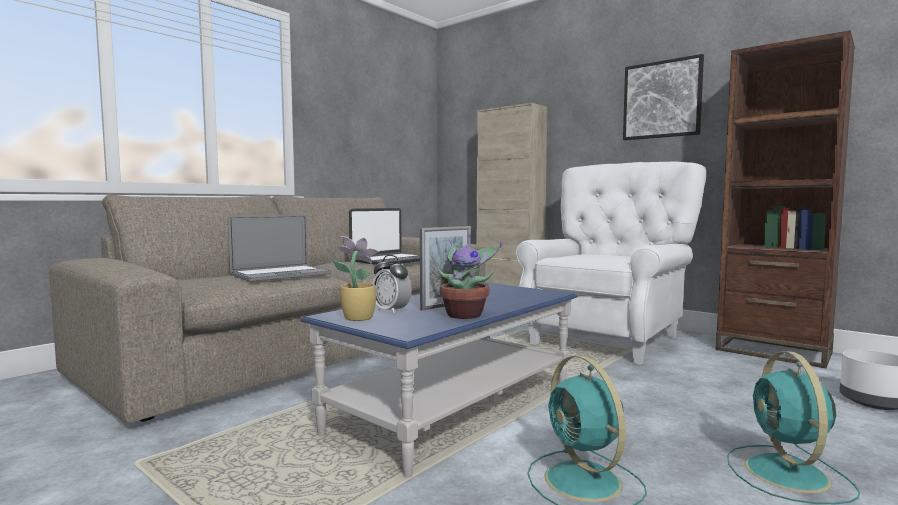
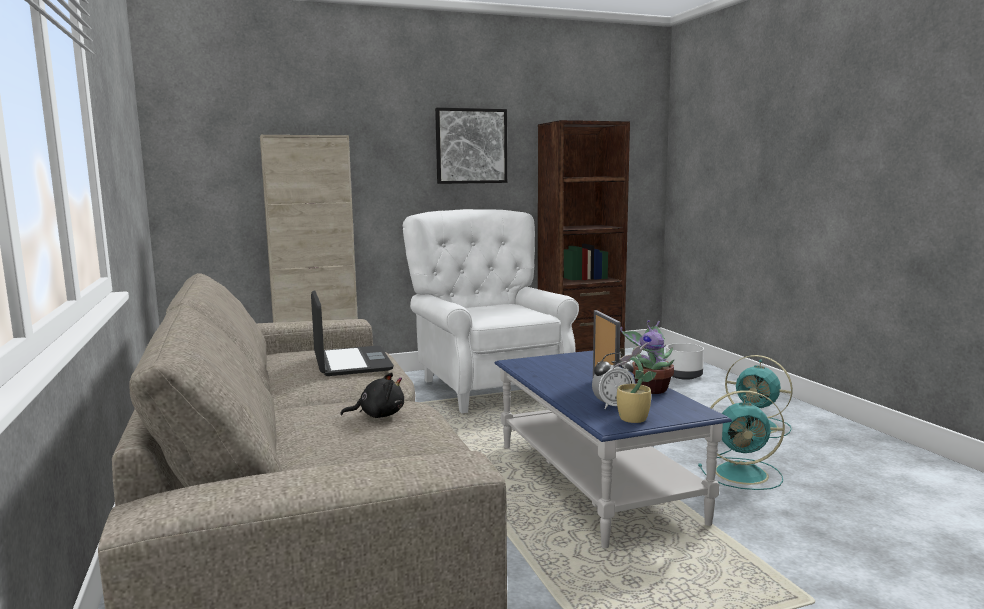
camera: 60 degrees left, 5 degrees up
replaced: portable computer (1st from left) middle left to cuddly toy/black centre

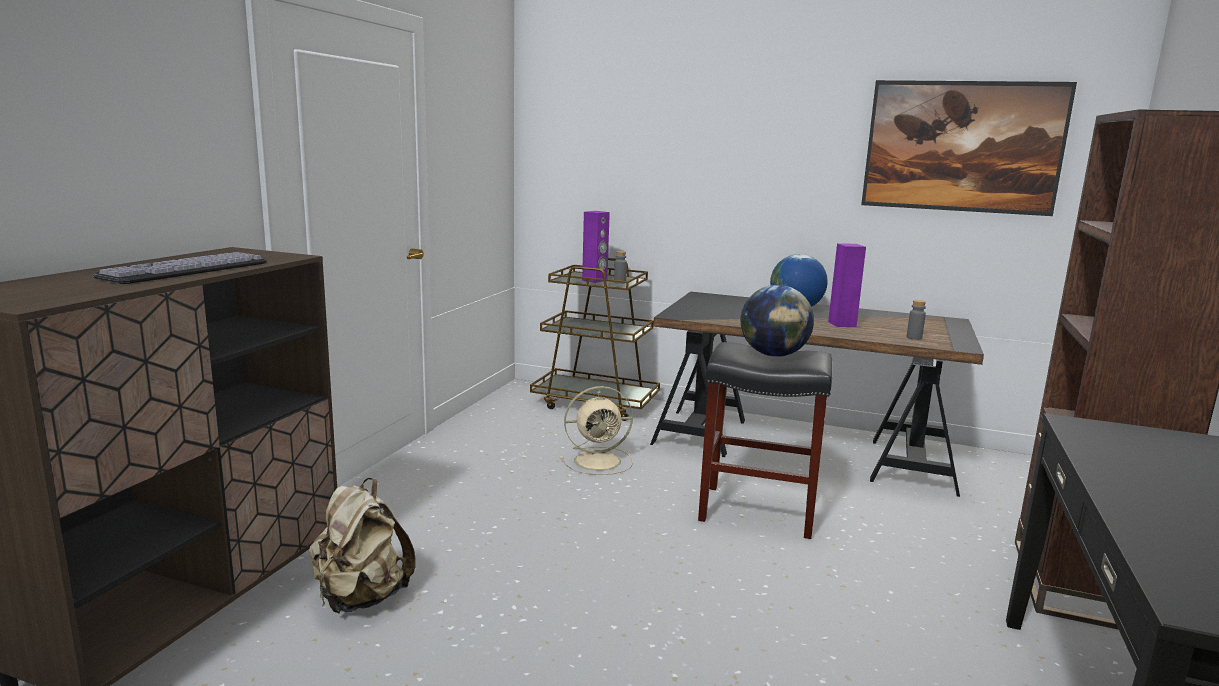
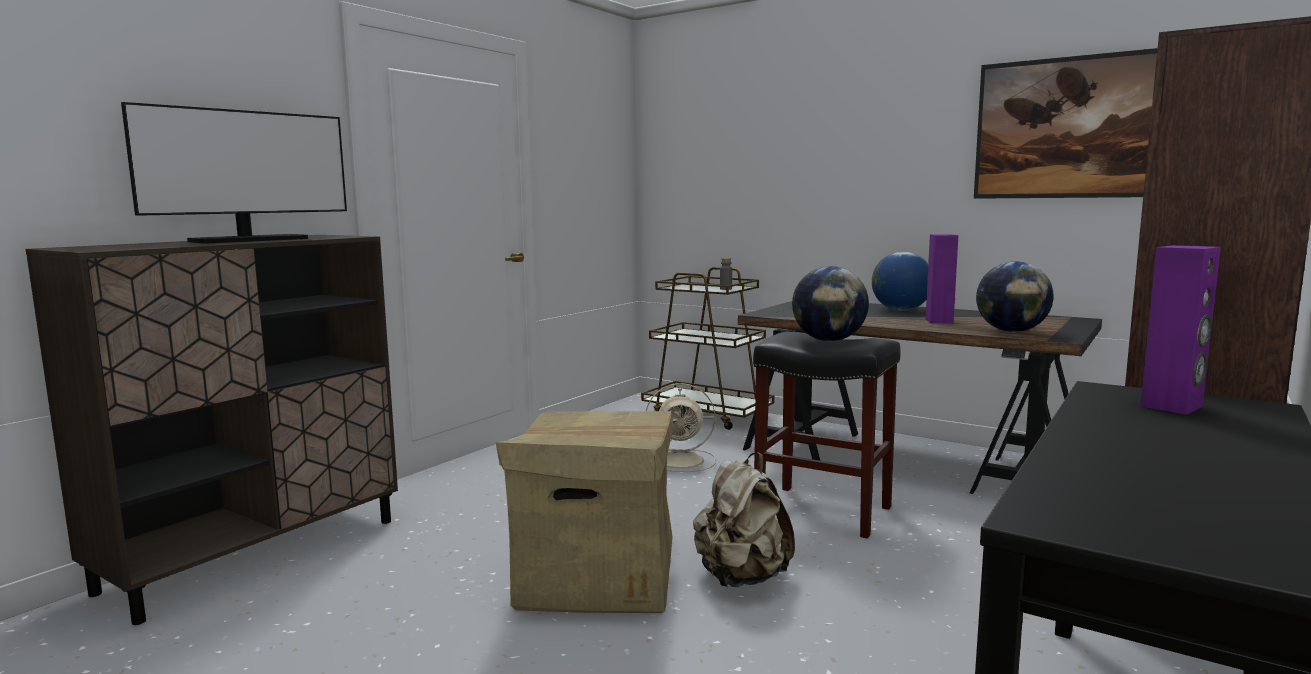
camera: 15 degrees right, 5 degrees down
added: cardboard box bottom centre
moved: rucksack/beige-coloured bottom left to bottom centre; speaker/purple-coloured (1st from left in the first image) centre to speaker/purple-coloured (2nd from left) middle right
replaced: keyboard middle left to computer display top left; drink bottle/grey (2nd from left) middle right to world globe (3rd from left) middle right

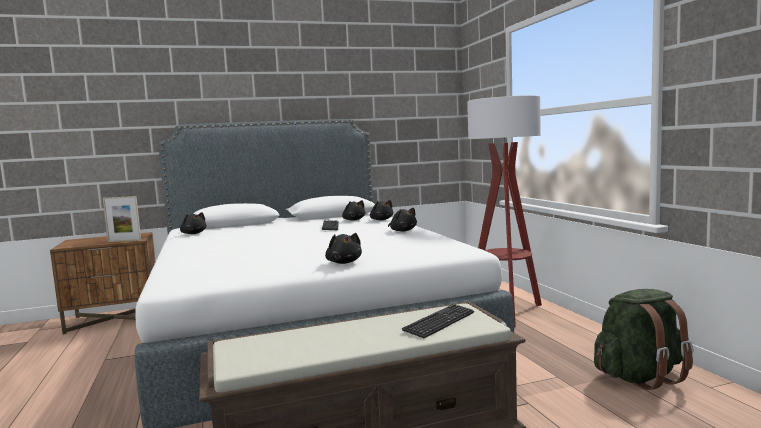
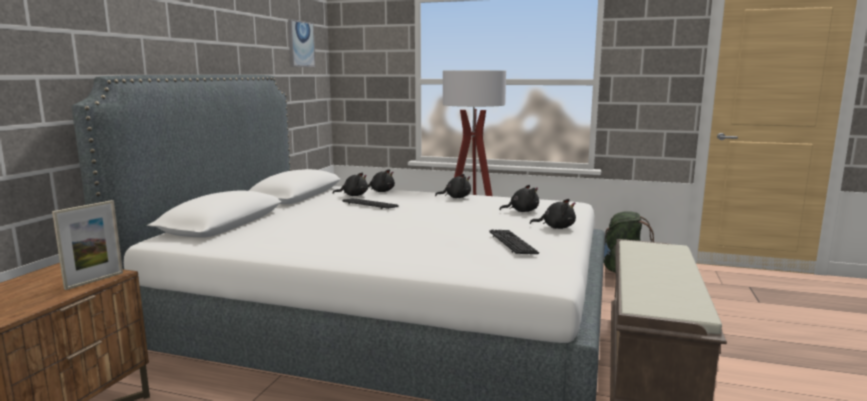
camera: 55 degrees left, 5 degrees up
added: picture top centre
moved: keyboard (2nd from left) bottom centre to centre; cuddly toy/black (1st from left in the first image) middle left to cuddly toy/black (4th from left) centre

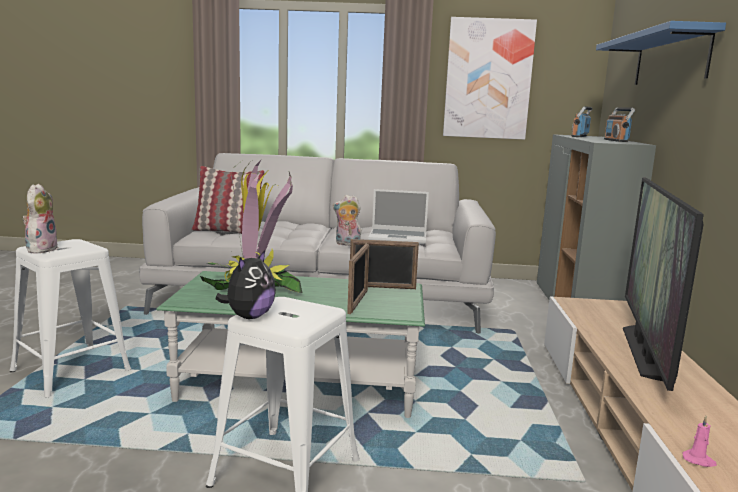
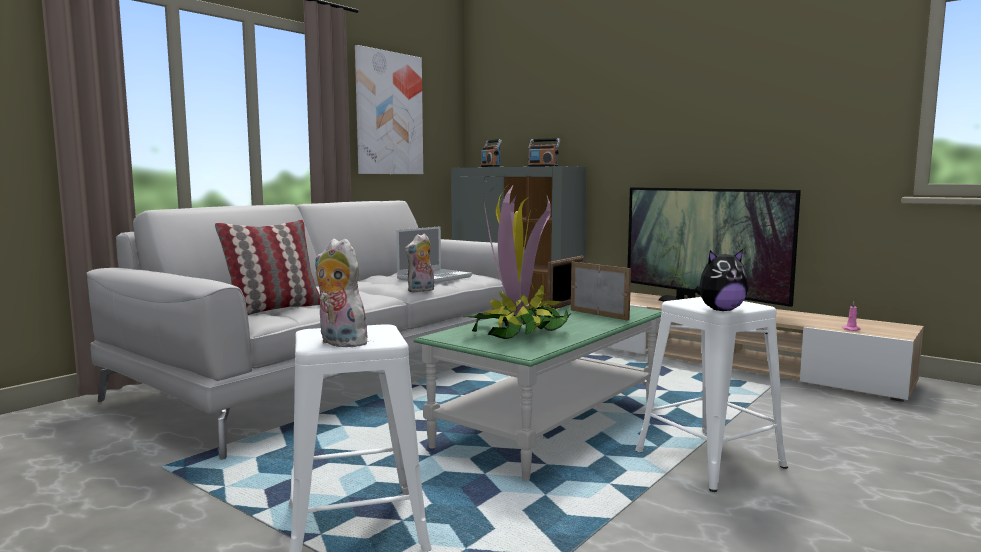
camera: 55 degrees left, 5 degrees down
removed: wall shelf/bluish top right
turned: cuddly toy (2nd from left in the first image) middle left = middle right 105 degrees clockwise

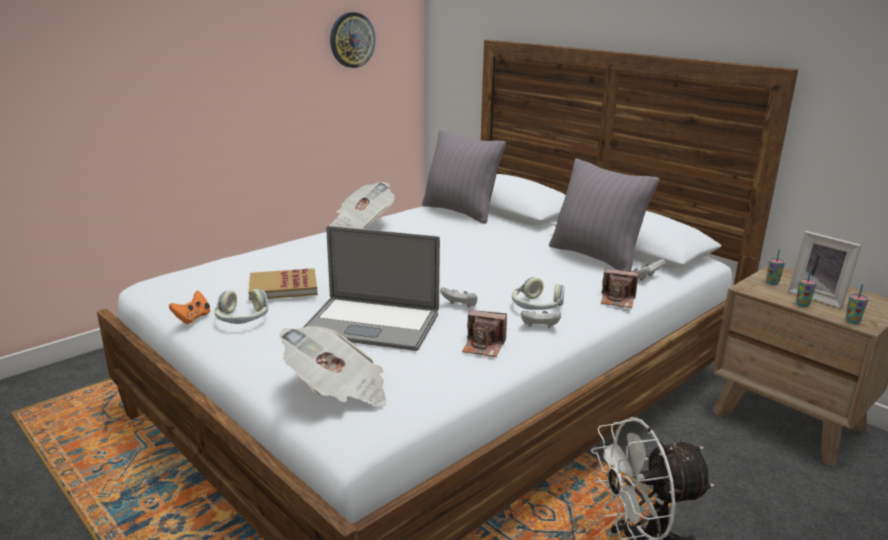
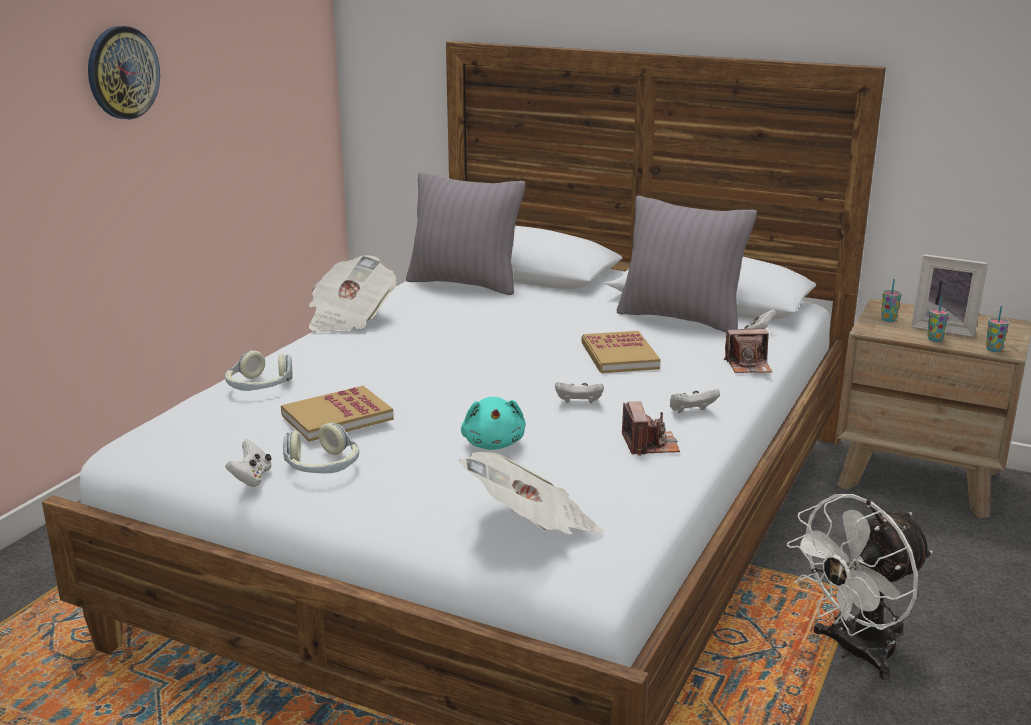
camera: 20 degrees left, 0 degrees up
added: bound book (2nd from left) centre
moved: hanging clock top centre to top left; pair of headphones (2nd from left in the first image) centre to pair of headphones (1st from left) middle left
replaced: portable computer centre to cuddly toy/blue-green centre
recoloured: game controller/orange middle left to game controller/white-coloured (1st from left) middle left
turned: still camera (1st from left) centre = centre 90 degrees counterclockwise

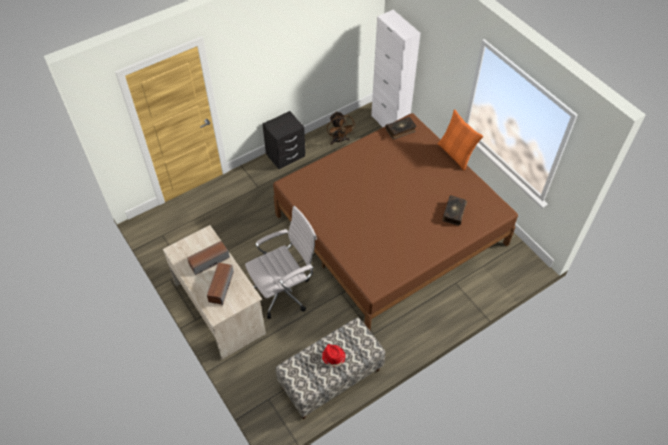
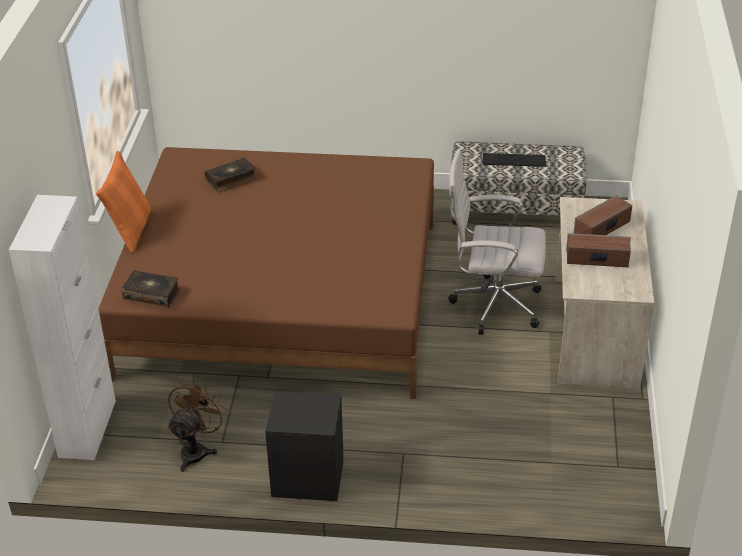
camera: 140 degrees left, 15 degrees down
replaced: hat/red bottom centre to keyboard top right

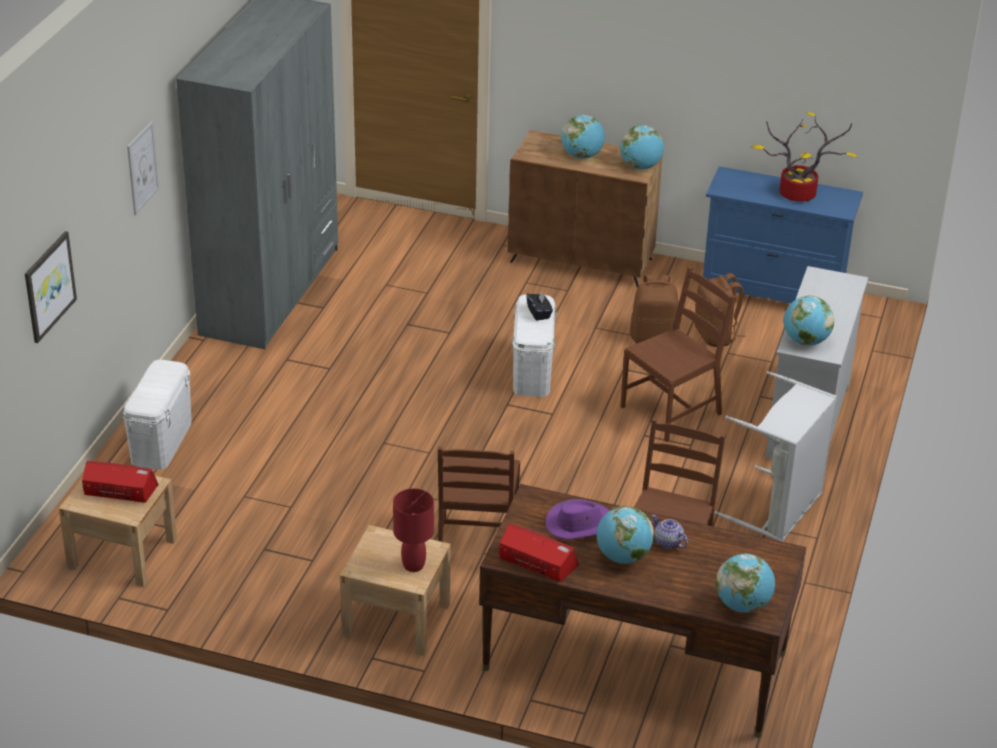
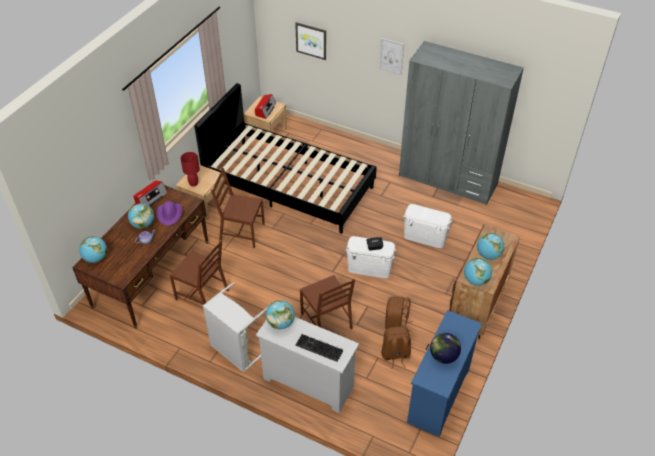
camera: 100 degrees right, 10 degrees up
added: bed/black centre; keyboard bottom centre
moved: storage bin/white-coloured (1st from left in the first image) middle left to storage bin/white-coloured (2nd from left) centre
replaced: potted plant top right to world globe (4th from left) bottom right

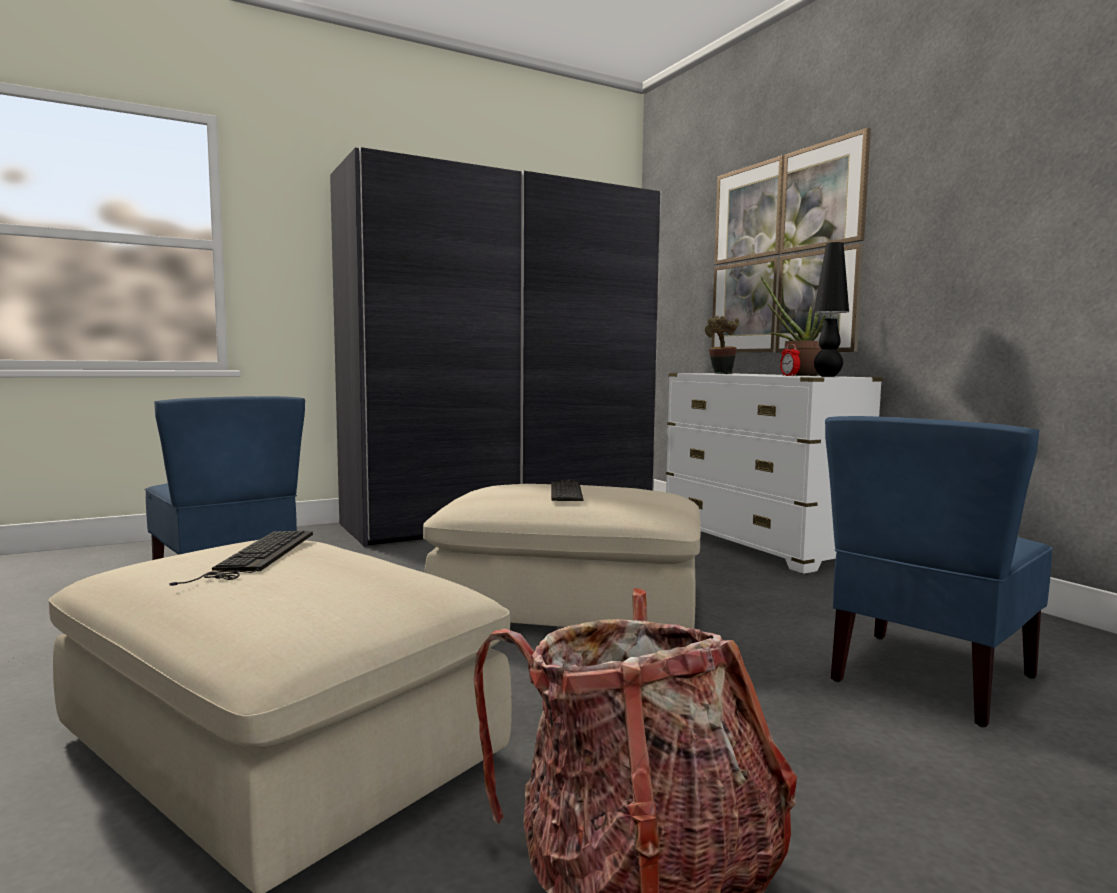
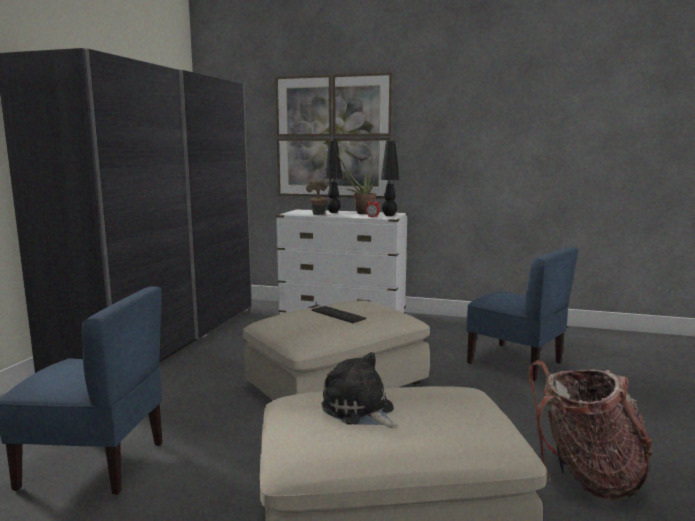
camera: 45 degrees left, 5 degrees up
added: lamp for a table/black (1st from left) centre
replaced: keyboard (1st from left) middle left to cuddly toy bottom centre
turned: chair/bluish (2nd from left) middle right = middle right 45 degrees counterclockwise

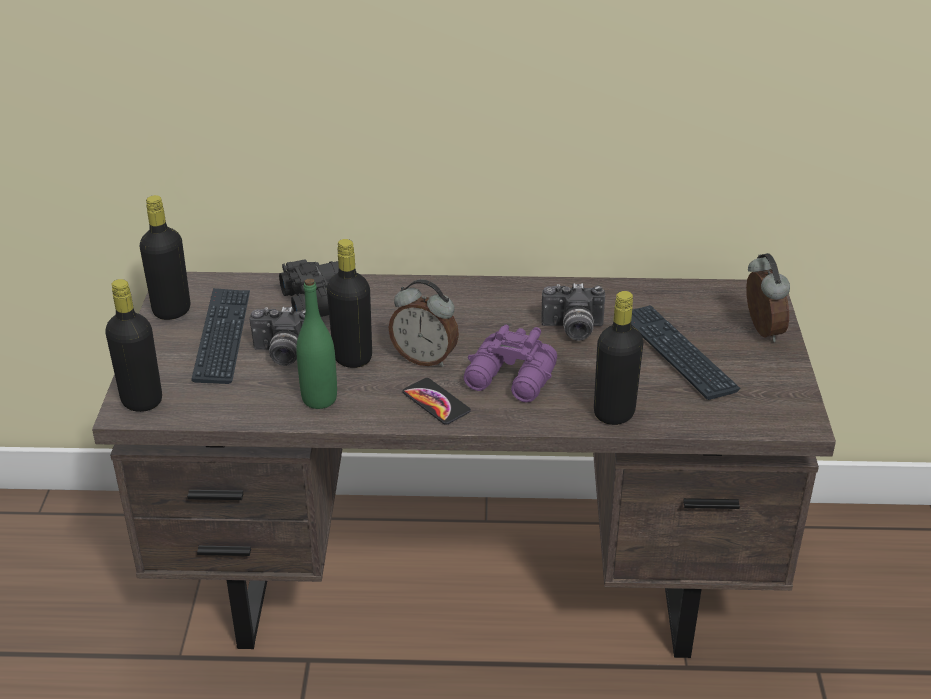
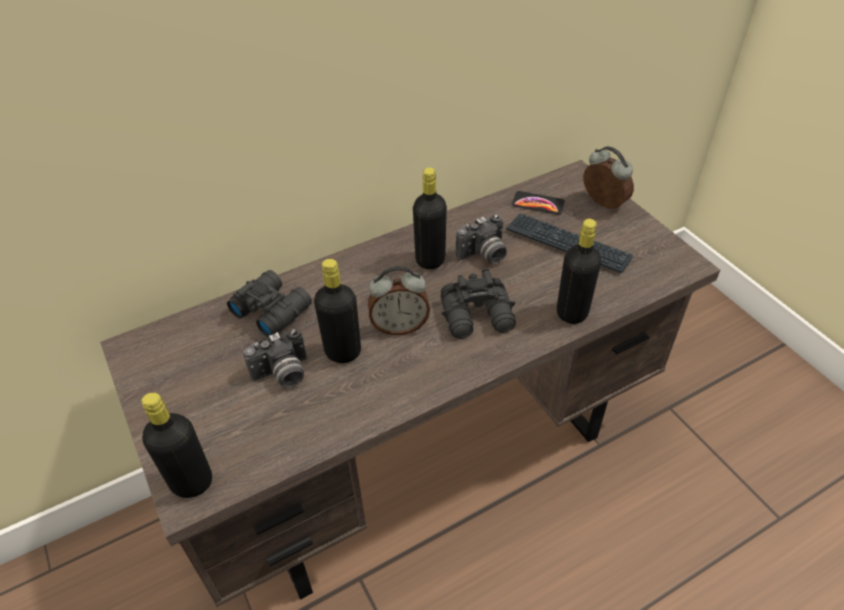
camera: 30 degrees left, 10 degrees up
removed: keyboard (1st from left) middle left; drink bottle/green centre
moved: drink bottle/black (2nd from left in the first image) middle left to drink bottle/black (3rd from left) centre; phone centre to top centre
recoloured: binoculars/purple-coloured centre to binoculars/black (2nd from left) centre

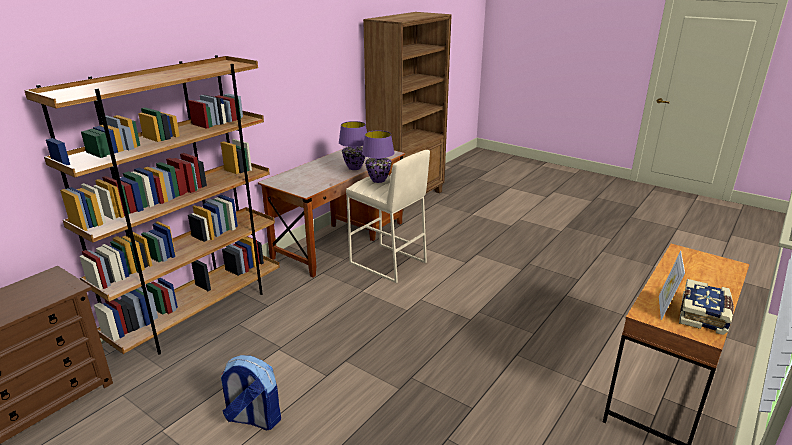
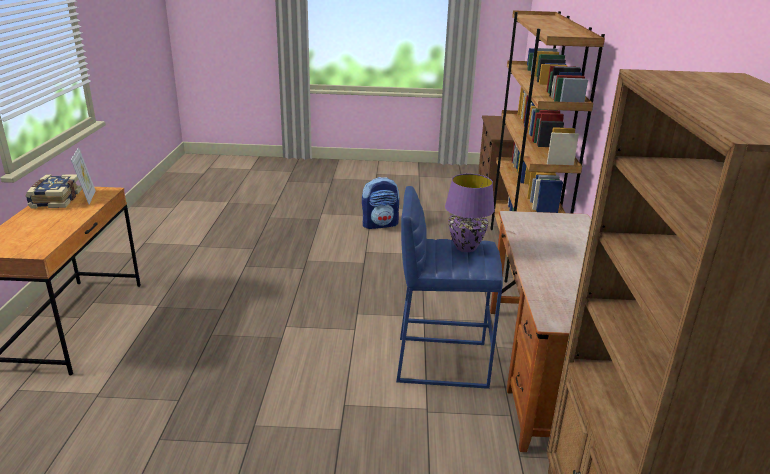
camera: 145 degrees right, 0 degrees up
removed: lamp for a table/purple-coloured (1st from left) top centre
recoloured: stool seat/beige-coloured centre to stool seat/bluish centre

